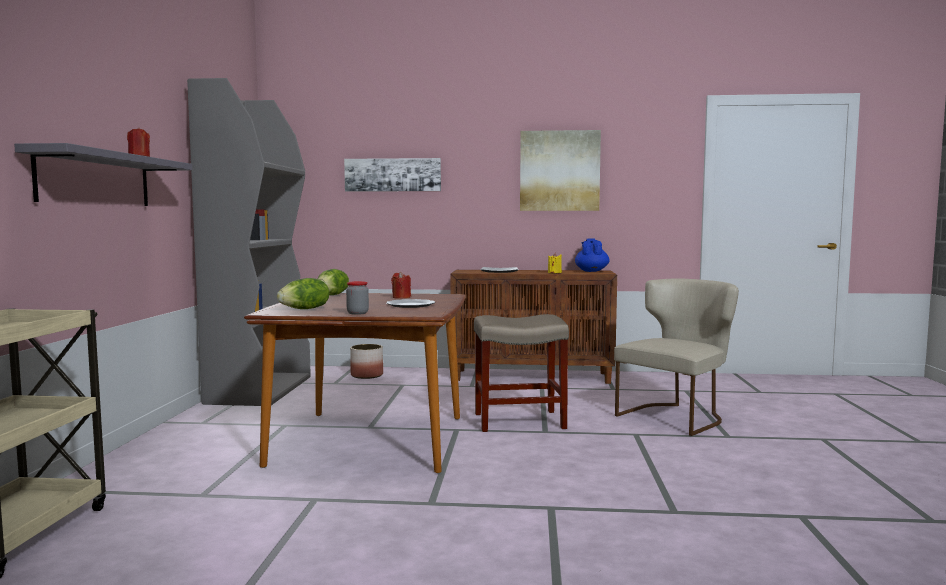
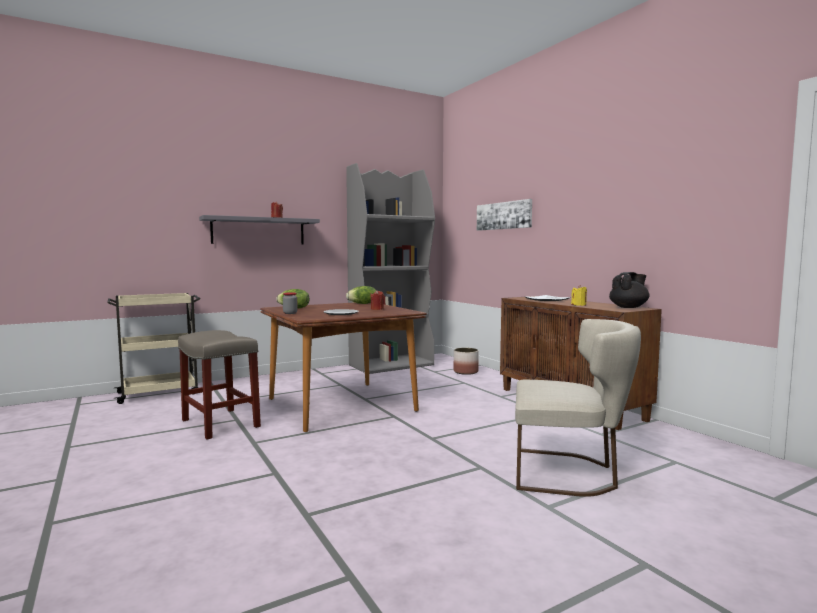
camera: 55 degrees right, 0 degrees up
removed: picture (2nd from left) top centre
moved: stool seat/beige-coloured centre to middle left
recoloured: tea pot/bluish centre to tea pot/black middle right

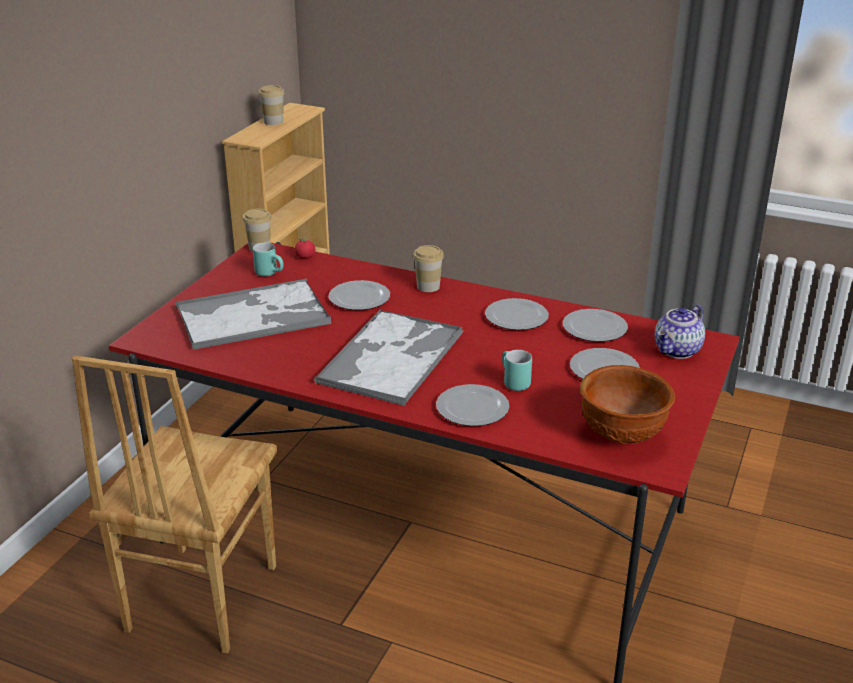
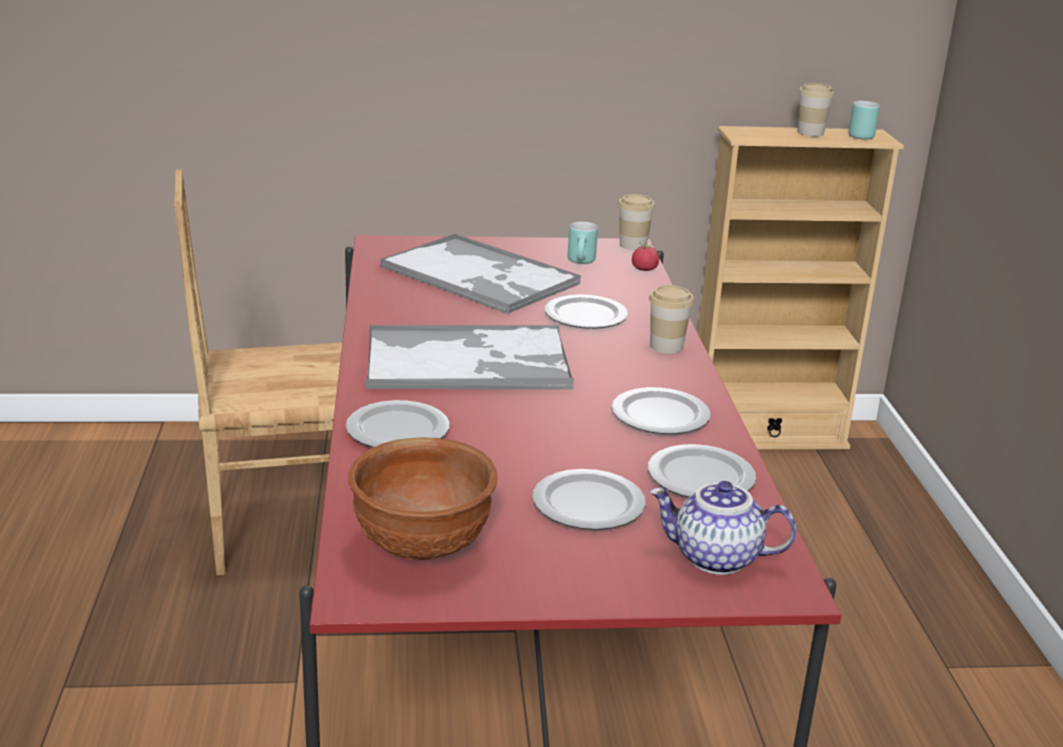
camera: 60 degrees right, 5 degrees down
moved: tea mug/blue-green (2nd from left) centre to top right

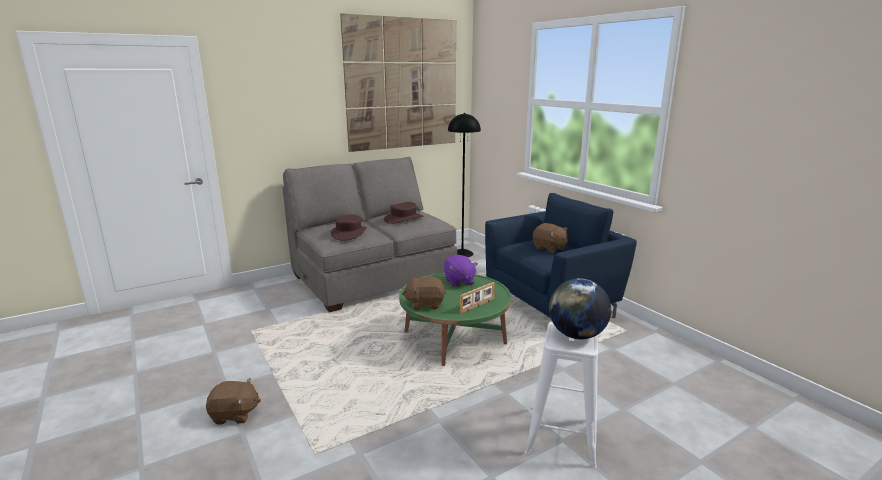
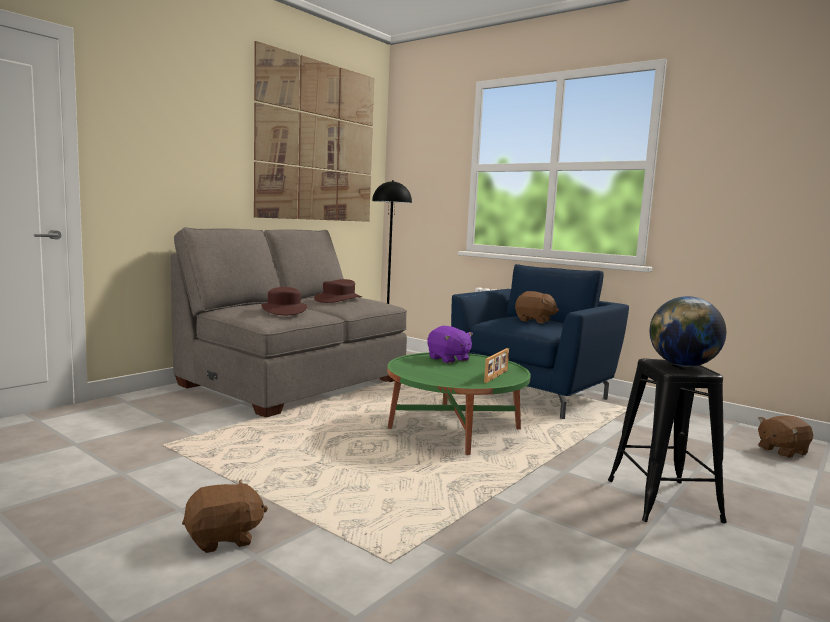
camera: 20 degrees left, 10 degrees down
moved: cuddly toy/brown (2nd from left in the first image) centre to cuddly toy/brown (3rd from left) bottom right
recoloured: stool seat/white-coloured bottom centre to stool seat/black bottom right

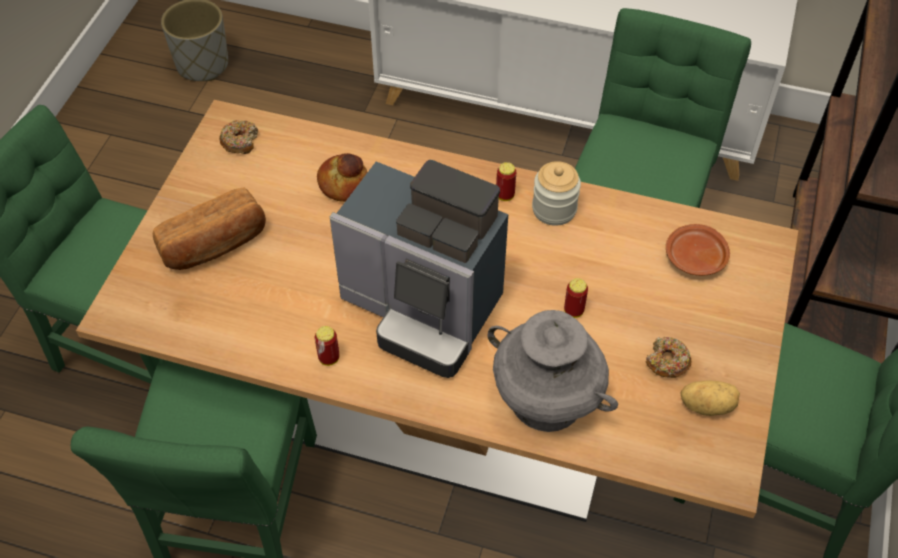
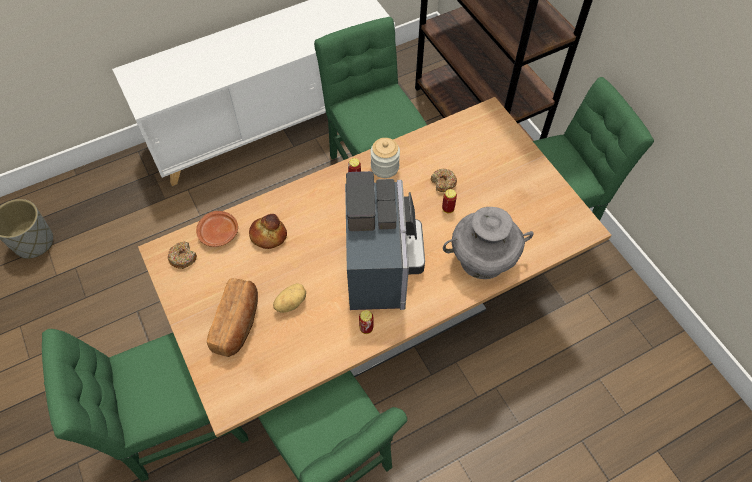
camera: 45 degrees left, 5 degrees up
moved: flat dish/brown middle right to middle left; potato bottom right to centre; doughnut (2nd from left) middle right to centre
turned: coffee maker centre = centre 75 degrees counterclockwise

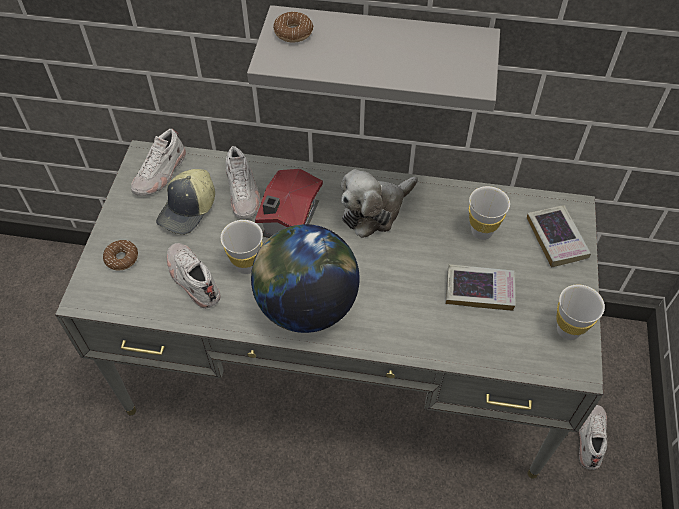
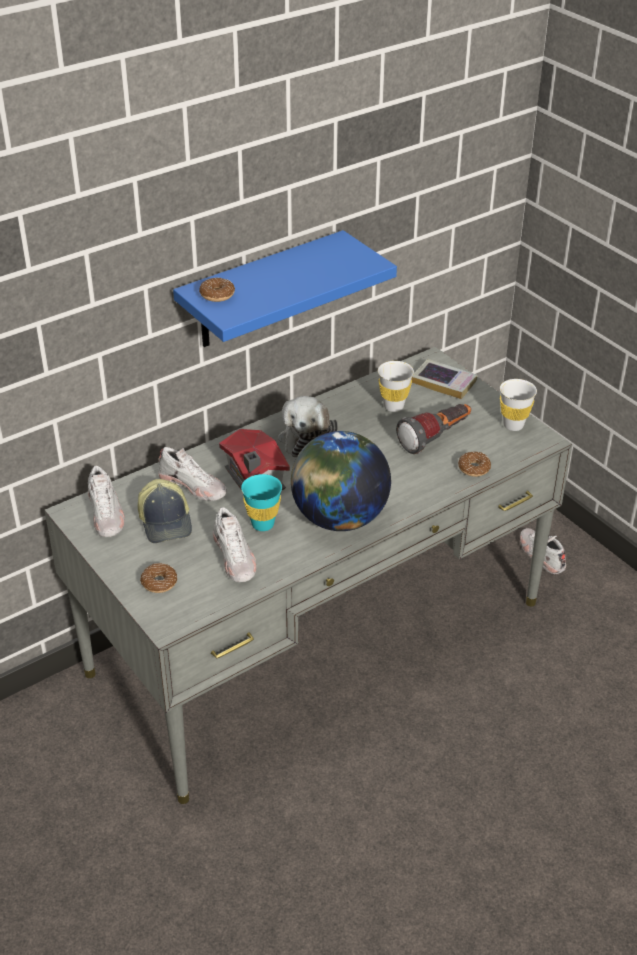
camera: 45 degrees left, 15 degrees down
added: doughnut (3rd from left) middle right
replaced: bound book (1st from left) middle right to flashlight middle right
recoloured: wall shelf/grey top centre to wall shelf/bluish top centre; drinking cup/white-coloured (1st from left) centre to drinking cup/blue-green centre
turned: item of footwear/white-coloured (2nd from left in the first image) middle left = centre 120 degrees counterclockwise

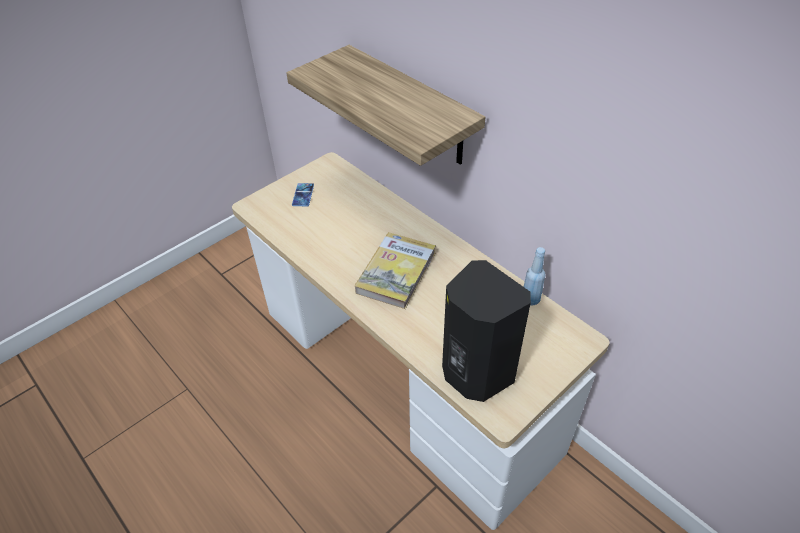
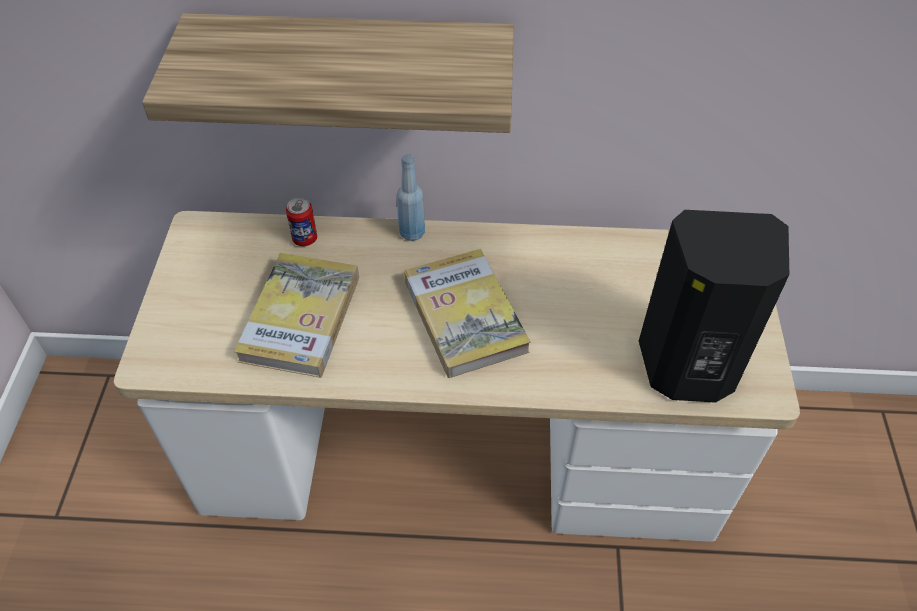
camera: 45 degrees left, 5 degrees up
removed: phone centre
added: bound book (1st from left) middle left; sealed can middle left
moved: drink bottle/bluish middle right to top centre

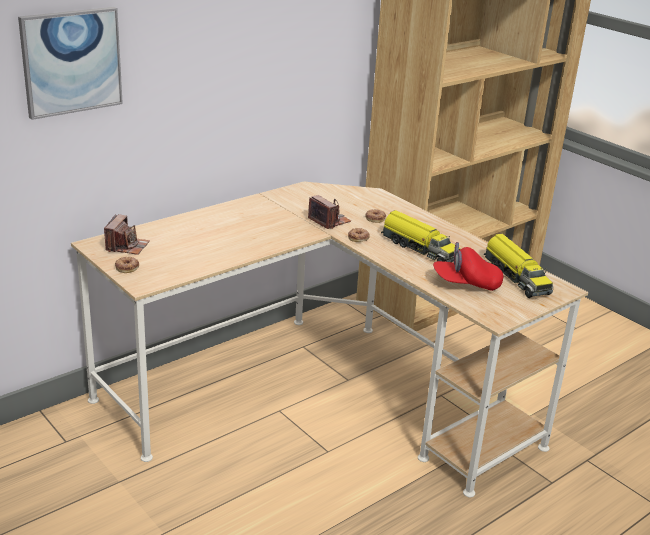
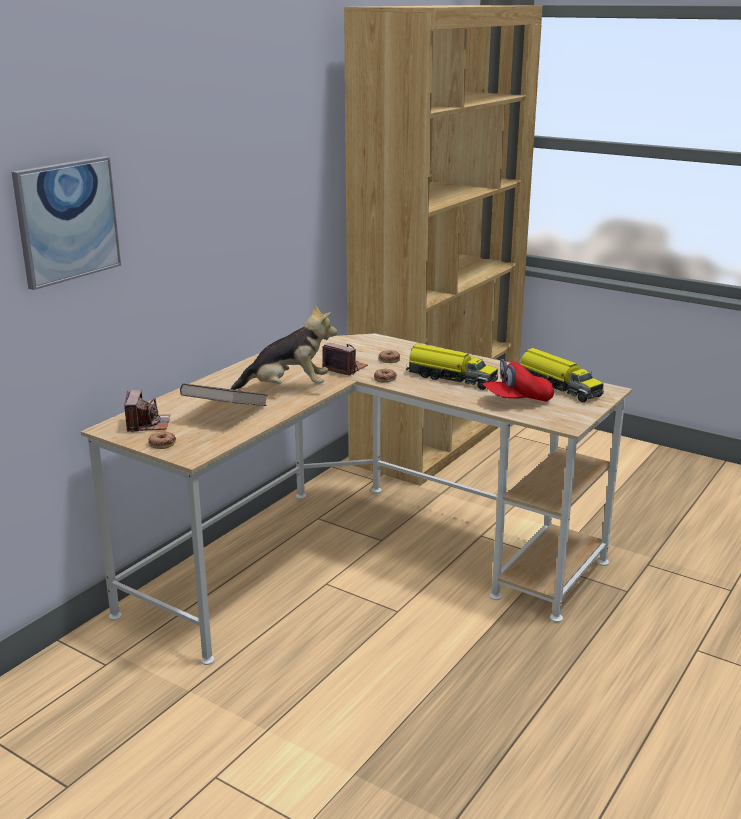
camera: 15 degrees left, 5 degrees down
added: bound book/brown middle left; cuddly toy centre

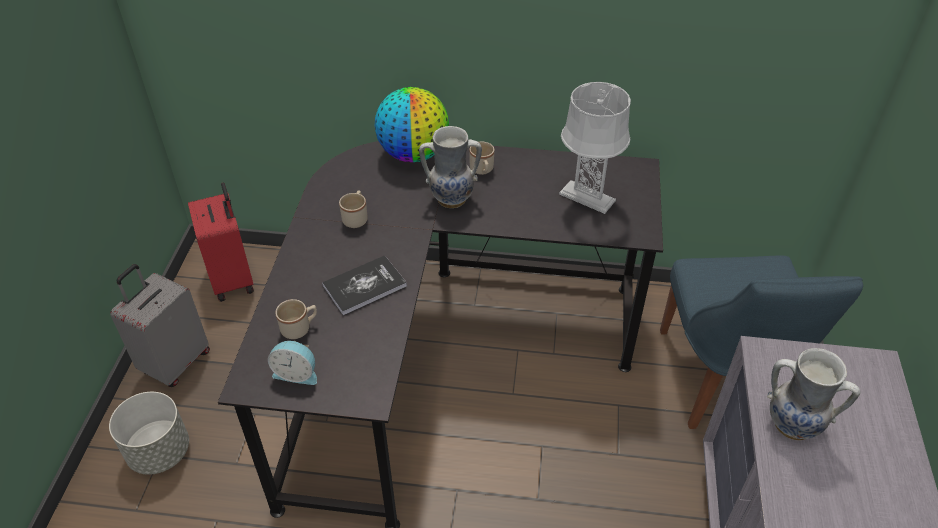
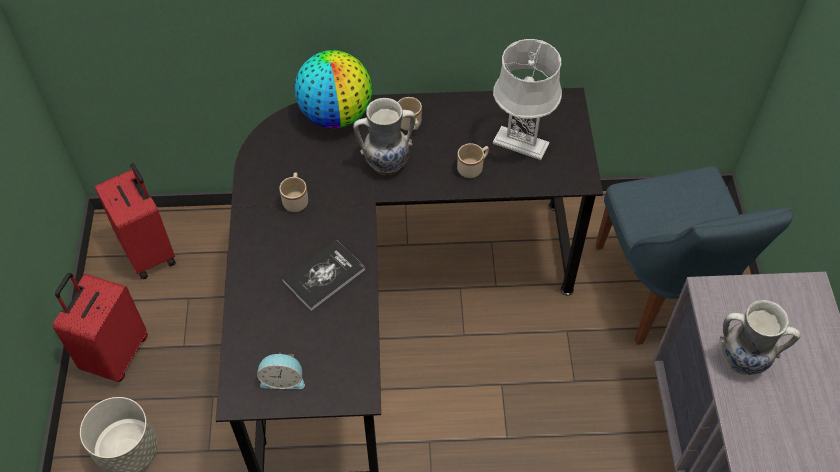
camera: 10 degrees left, 10 degrees up
moved: tea mug/beige-coloured (1st from left in the first image) middle left to tea mug/beige-coloured (3rd from left) centre
recoloured: suitcase/grey middle left to suitcase/red (1st from left) bottom left

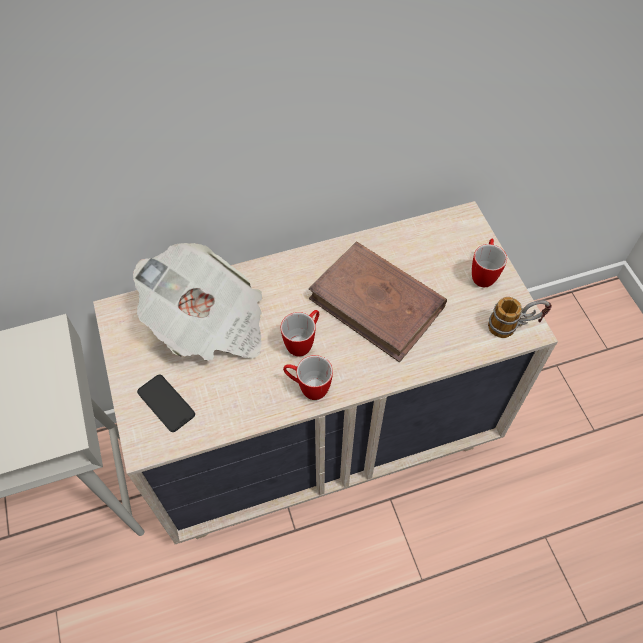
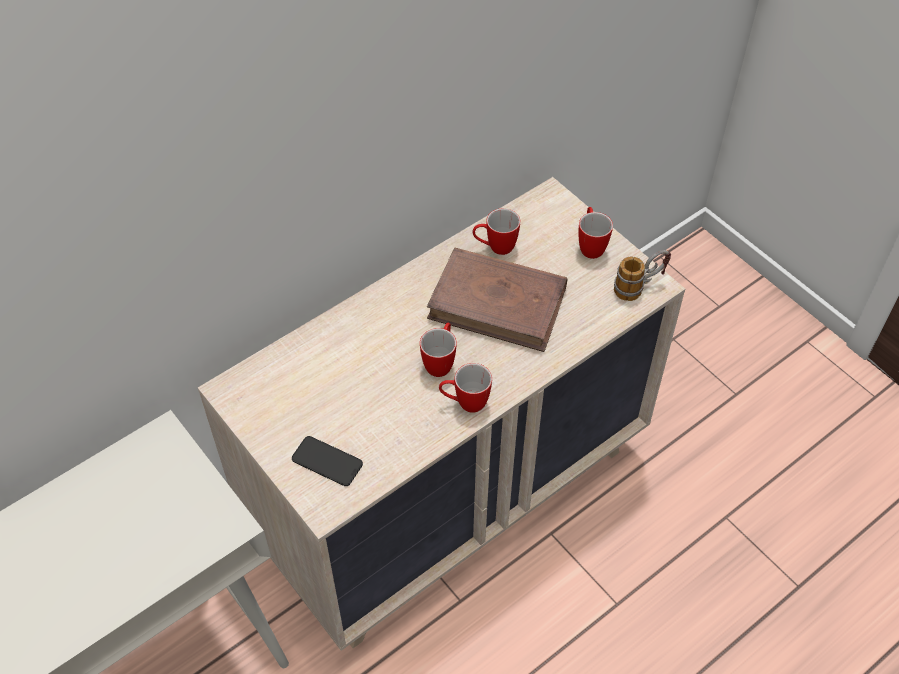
camera: 20 degrees left, 5 degrees down
removed: printed paper middle left
added: tea mug (3rd from left) centre

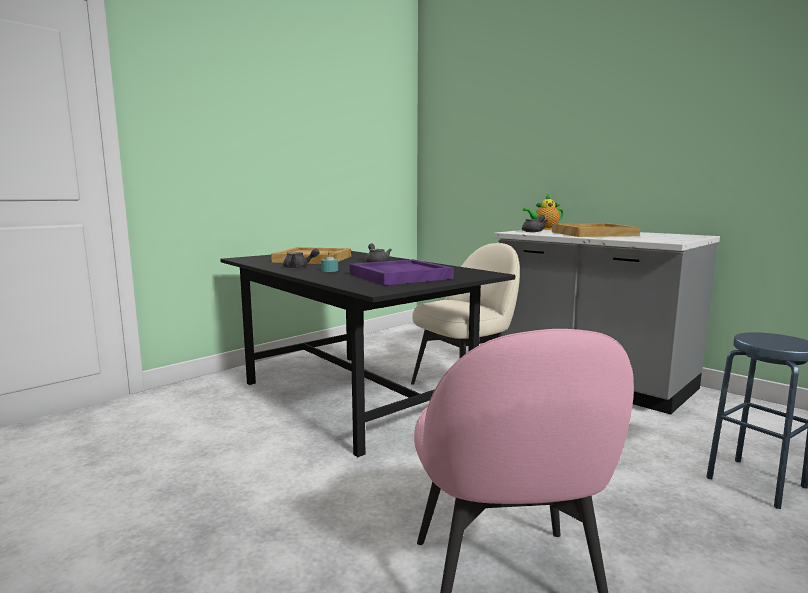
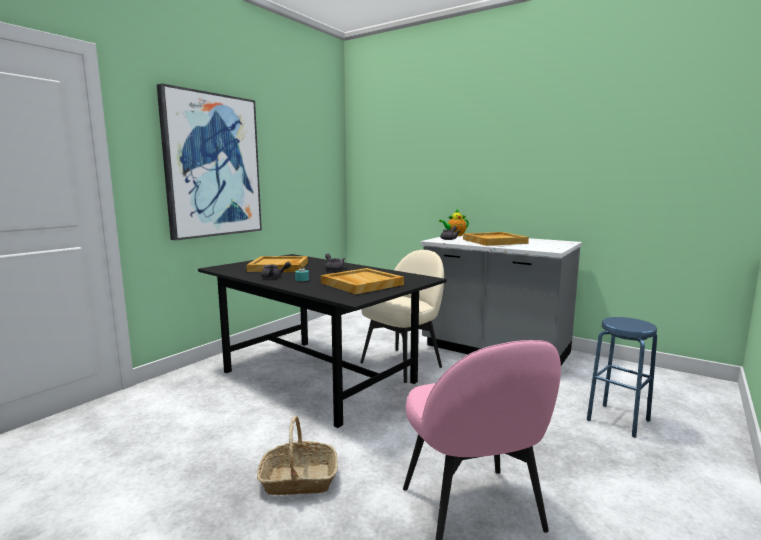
camera: 10 degrees left, 0 degrees up
added: picture top left; basket bottom centre
recoloured: serving tray/purple-coloured centre to serving tray/beige-coloured (2nd from left) centre

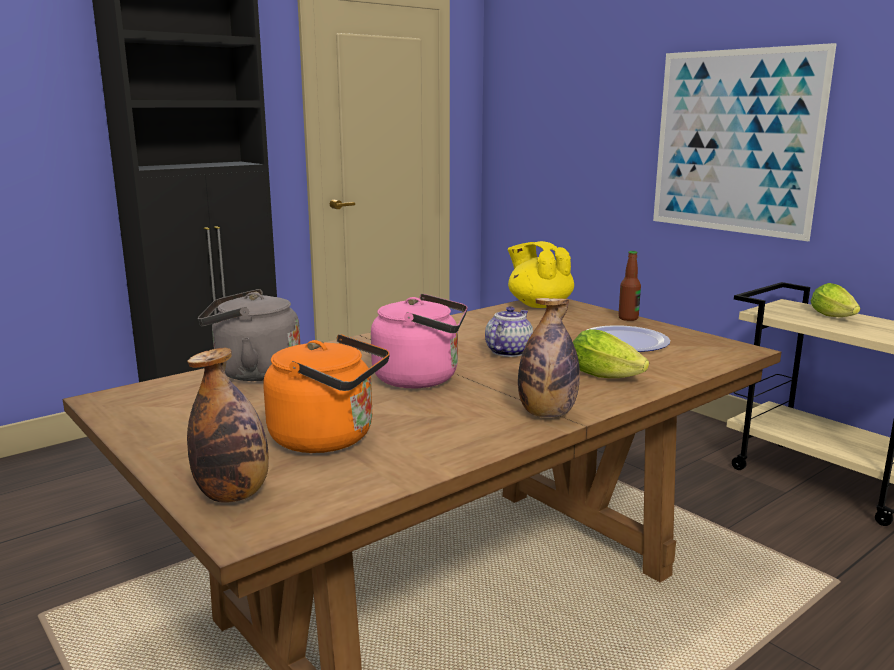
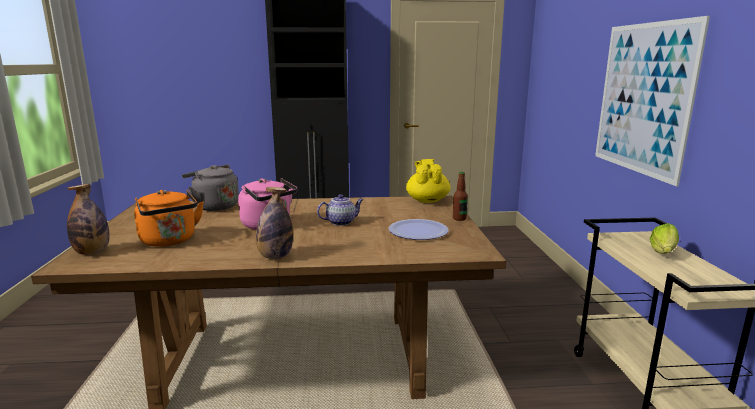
camera: 35 degrees right, 0 degrees up
removed: lettuce head (1st from left) middle right

